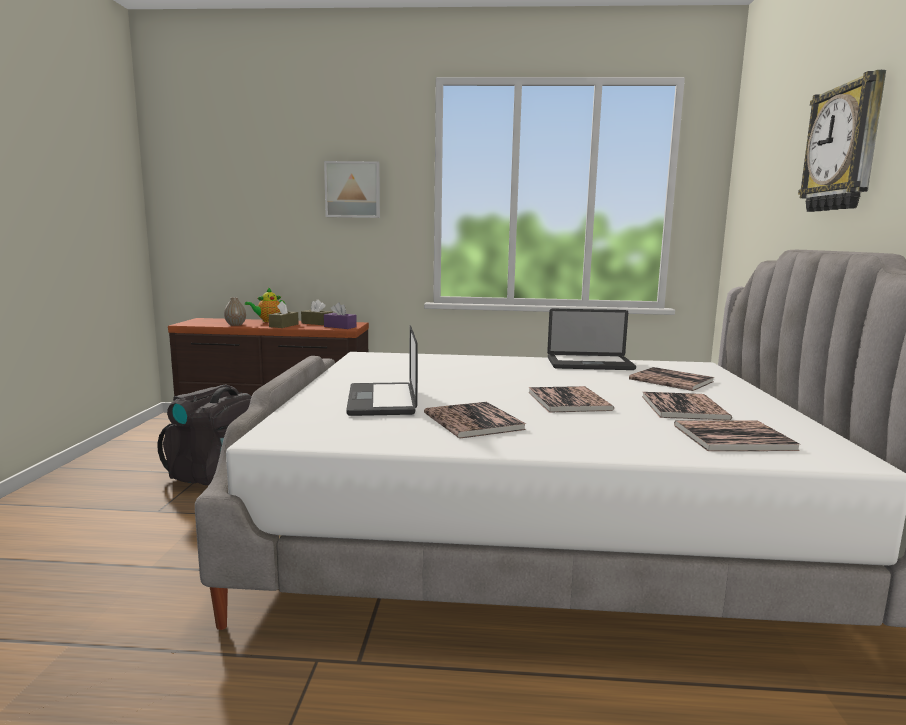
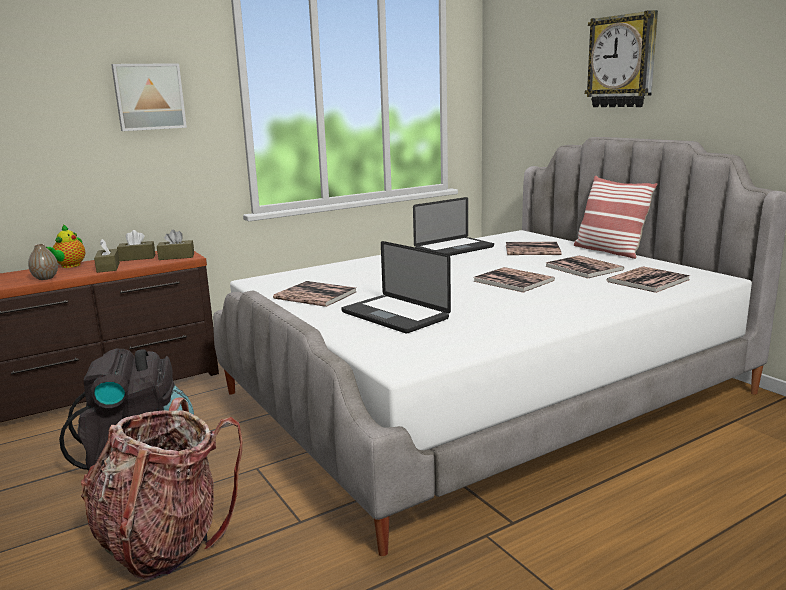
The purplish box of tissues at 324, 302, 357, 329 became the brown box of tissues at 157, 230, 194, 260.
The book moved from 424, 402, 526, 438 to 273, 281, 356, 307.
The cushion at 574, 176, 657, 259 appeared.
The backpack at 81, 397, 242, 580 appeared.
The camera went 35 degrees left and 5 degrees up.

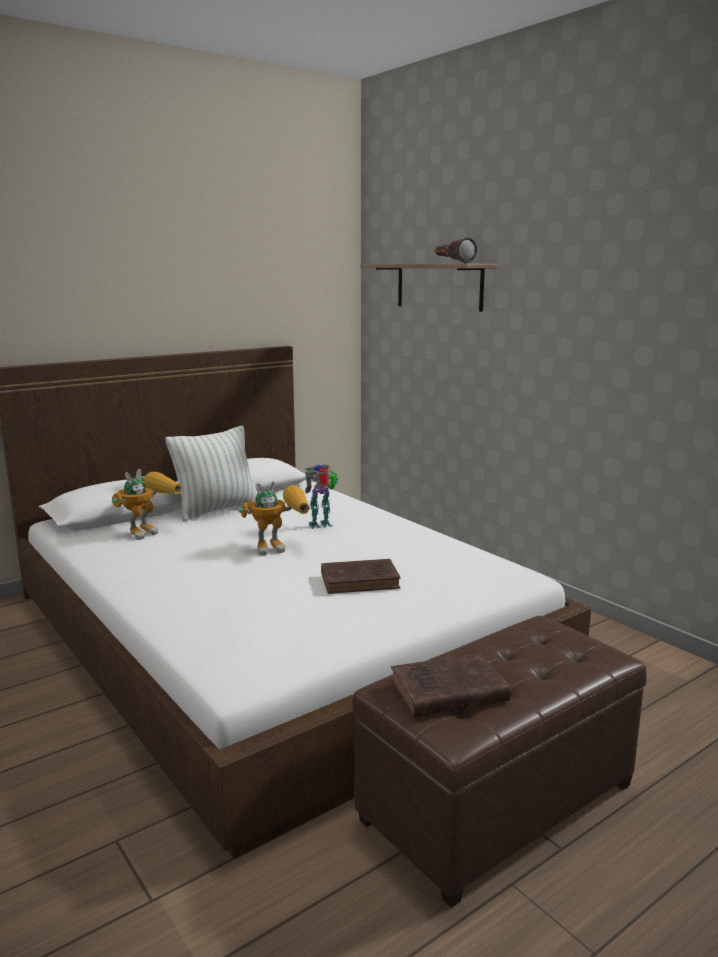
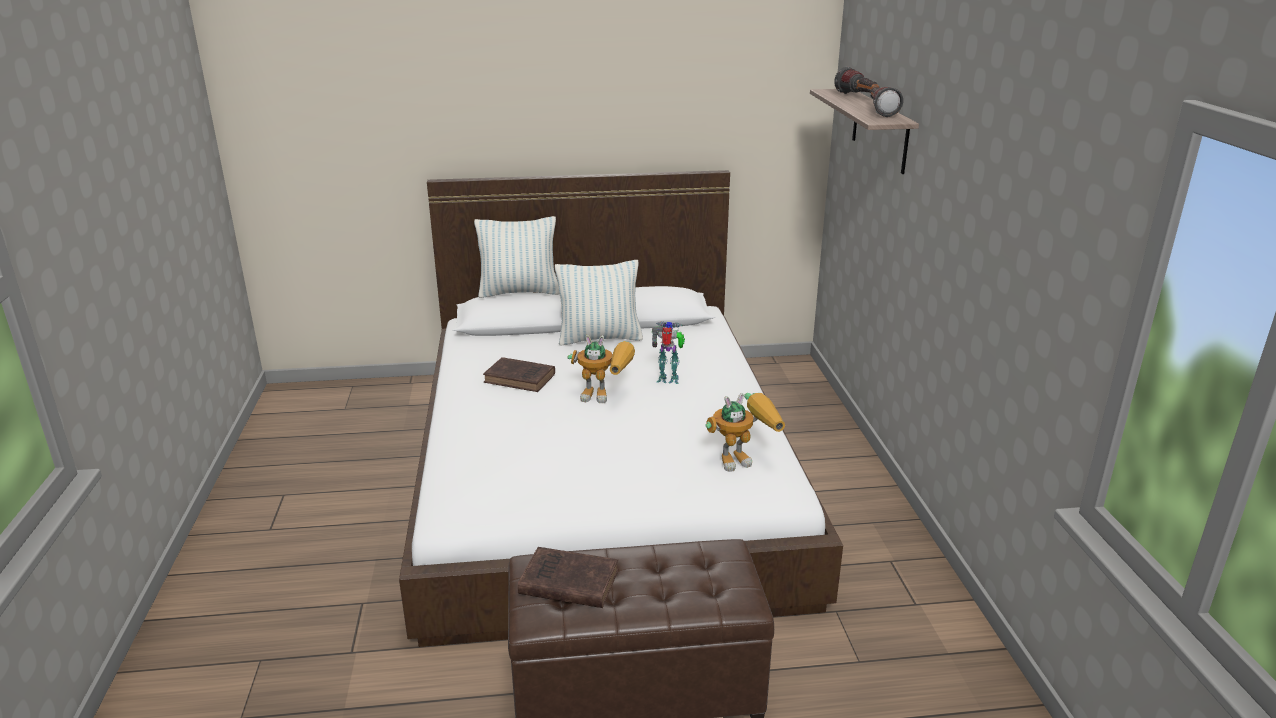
The model robot moved from 112, 469, 182, 540 to 705, 393, 785, 472.
The brown book moved from 321, 559, 400, 594 to 483, 357, 555, 392.
The flashlight at 834, 67, 879, 94 appeared.
The cushion at 474, 216, 559, 298 appeared.
The camera went 30 degrees right and 10 degrees up.

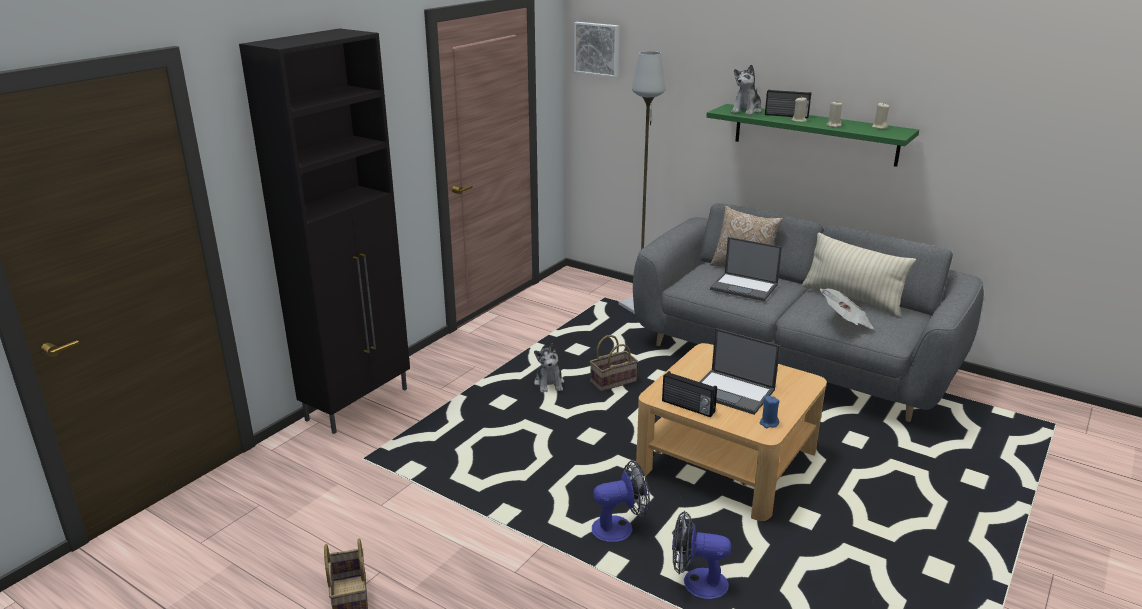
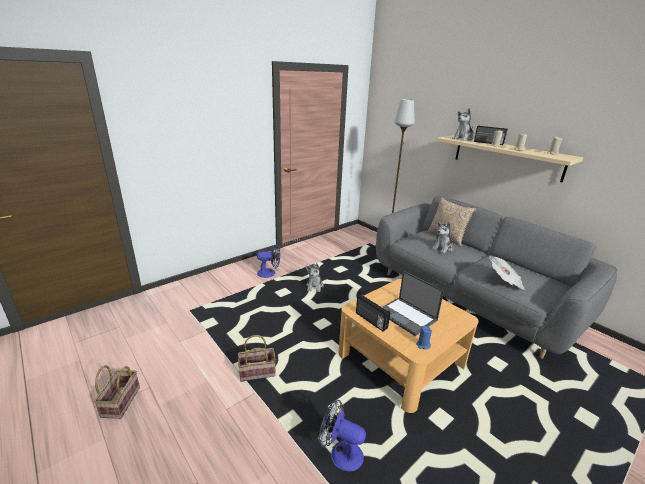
The picture at 574, 22, 619, 78 disappeared.
The blackish cabinet at 239, 28, 410, 434 disappeared.
The green shelf at 706, 104, 919, 167 became the sand-coloured shelf at 436, 136, 583, 182.
The sand-coloured cushion at 802, 232, 916, 317 disappeared.
The portable computer at 710, 237, 782, 301 was replaced by the soft toy at 432, 222, 453, 253.
The household basket moved from 590, 335, 638, 391 to 238, 335, 276, 382.
The cooling fan moved from 592, 460, 650, 542 to 257, 244, 280, 278.
The camera went 15 degrees right and 0 degrees up.

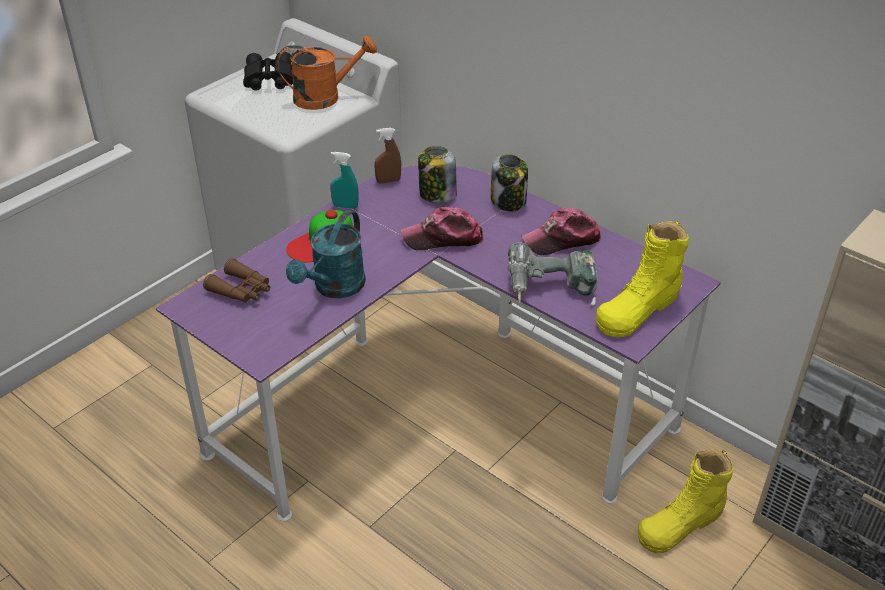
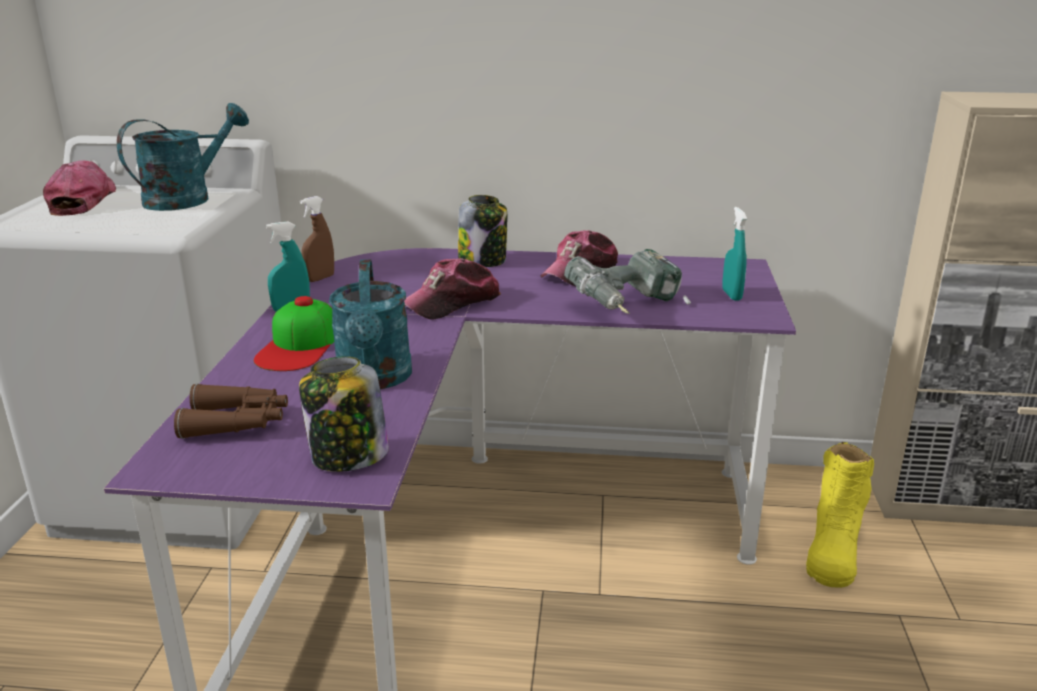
The orangey sprinkling can at 277, 36, 377, 110 became the turquoise sprinkling can at 117, 103, 249, 211.
The blackish field glasses at 243, 52, 293, 91 was replaced by the cap at 43, 160, 116, 216.
The storage jar moved from 418, 146, 457, 203 to 299, 356, 389, 472.
The yellow-coloured high-top boot at 596, 221, 689, 337 was replaced by the turquoise sprayer at 722, 207, 747, 301.
The camera went 35 degrees left and 15 degrees down.

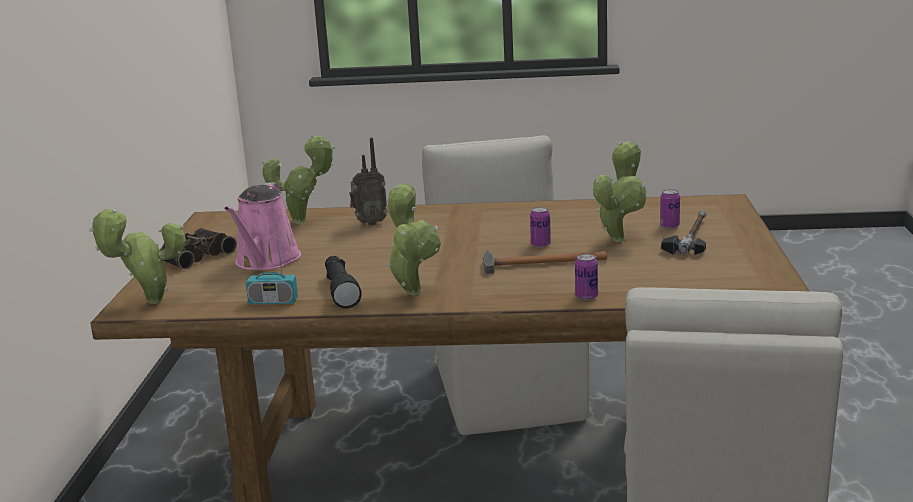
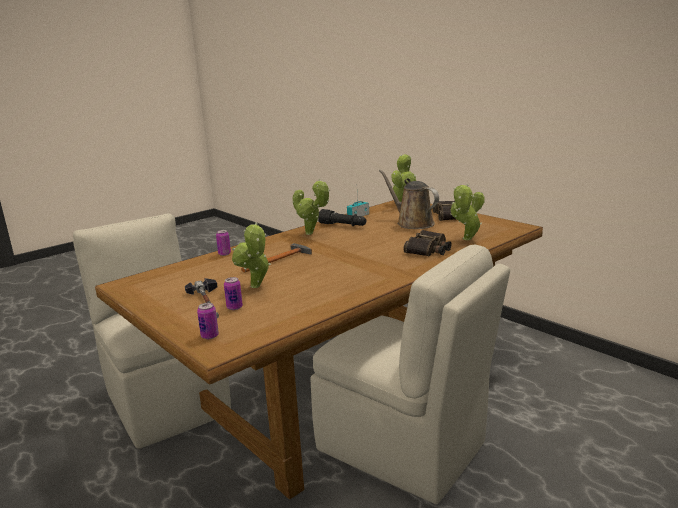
The radio at 349, 137, 388, 225 was replaced by the field glasses at 403, 230, 451, 257.
The pink-coloured sprinkling can at 224, 182, 301, 270 became the brown sprinkling can at 379, 169, 439, 229.
The metal can moved from 530, 207, 551, 248 to 197, 303, 219, 339.
The camera went 135 degrees right and 0 degrees up.

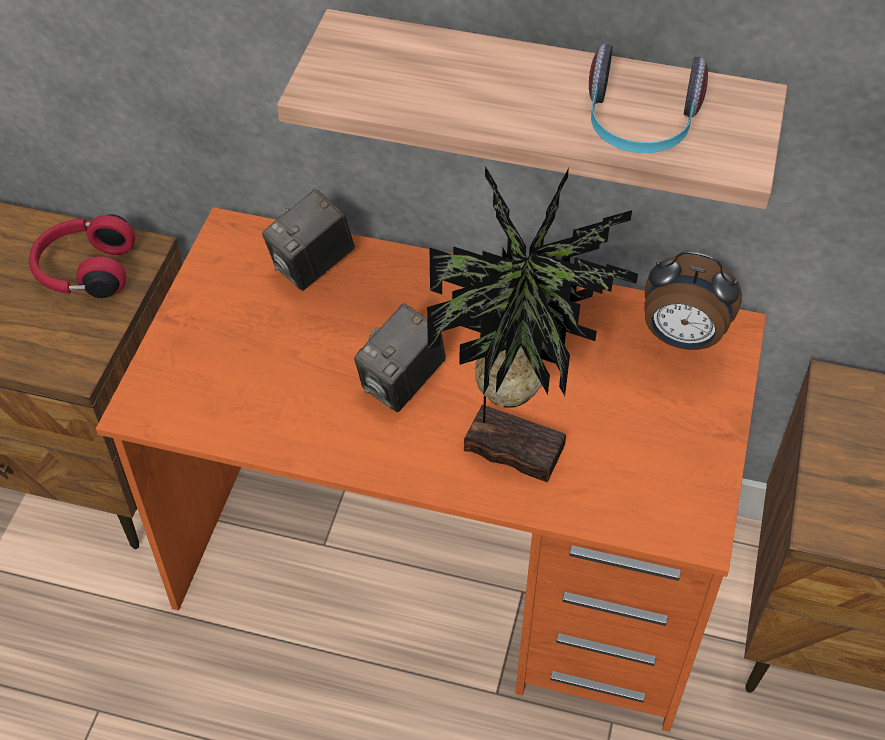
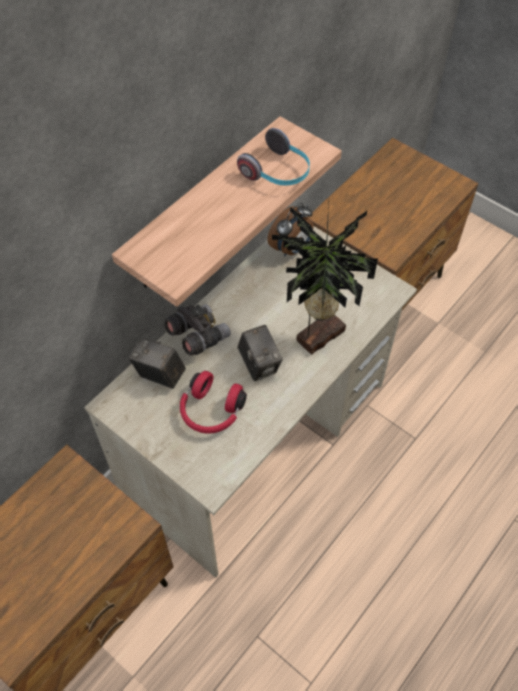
The still camera at 262, 189, 355, 291 turned 135 degrees clockwise.
The orangey desk at 96, 207, 766, 732 became the sand-coloured desk at 84, 226, 417, 578.
The red-coloured headset moved from 29, 214, 135, 298 to 180, 371, 247, 434.
The greyish field glasses at 164, 304, 231, 356 appeared.
The camera went 65 degrees left and 5 degrees up.

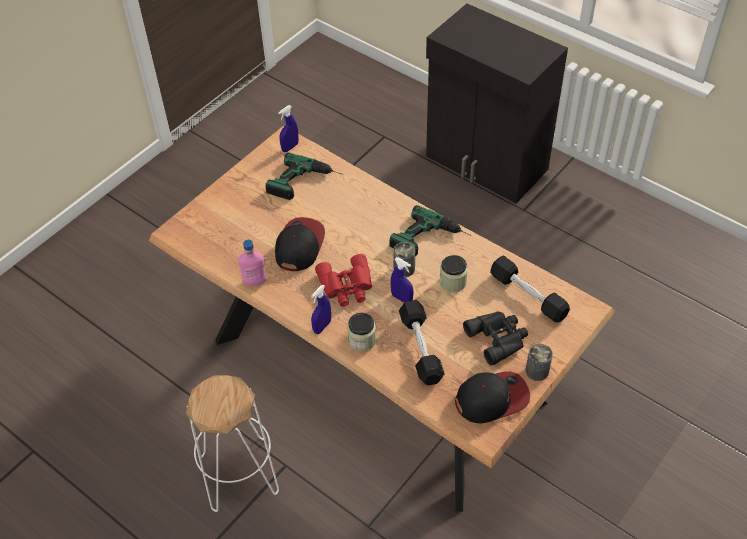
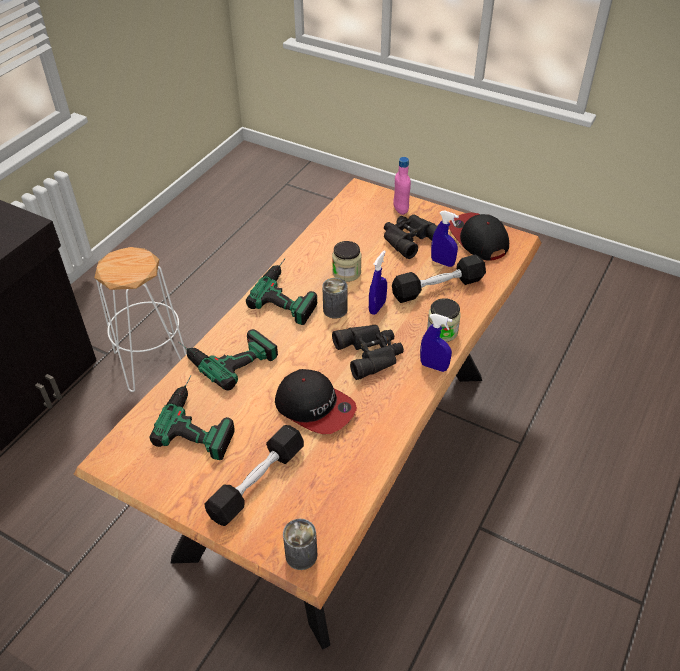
The bluish sprayer moved from 279, 105, 299, 152 to 431, 210, 459, 267.
The cap at 275, 217, 325, 271 turned 150 degrees counterclockwise.
The pink-coloured beverage bottle moved from 238, 239, 267, 286 to 393, 157, 411, 215.
The red-coloured field glasses at 315, 254, 372, 307 became the blackish field glasses at 332, 325, 404, 380.
The blackish dumbbell moved from 490, 255, 570, 322 to 204, 425, 304, 526.
The metal can moved from 525, 344, 553, 381 to 283, 519, 317, 570.
The white stool moved from 186, 375, 279, 512 to 94, 247, 186, 392.
The drill at 178, 329, 278, 391 appeared.
The camera went 100 degrees left and 5 degrees down.

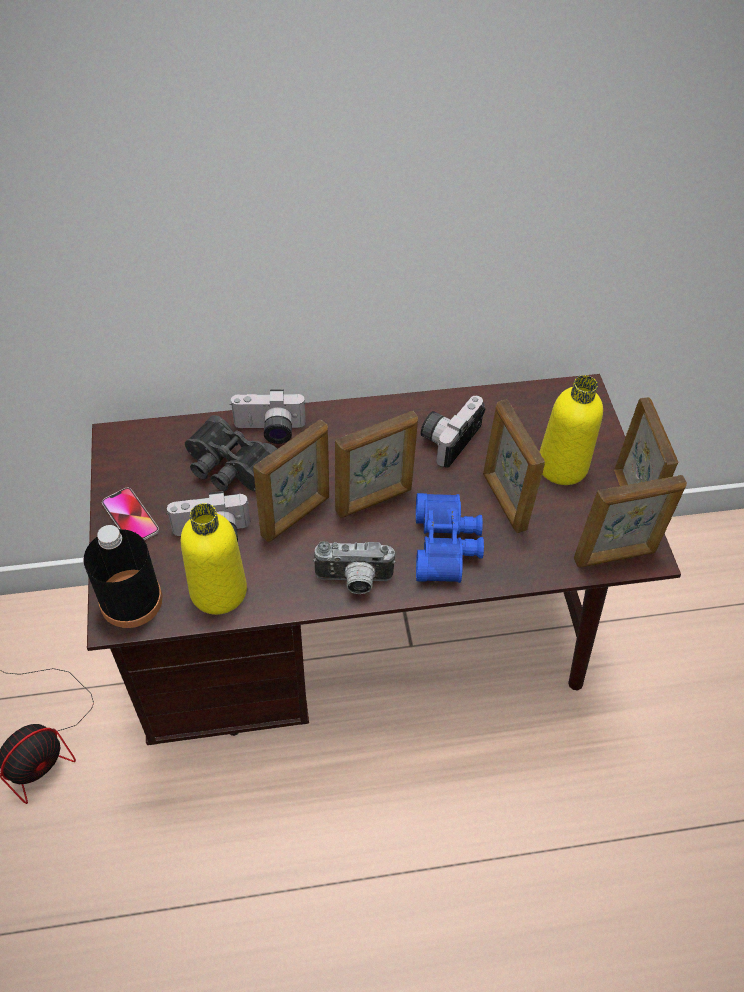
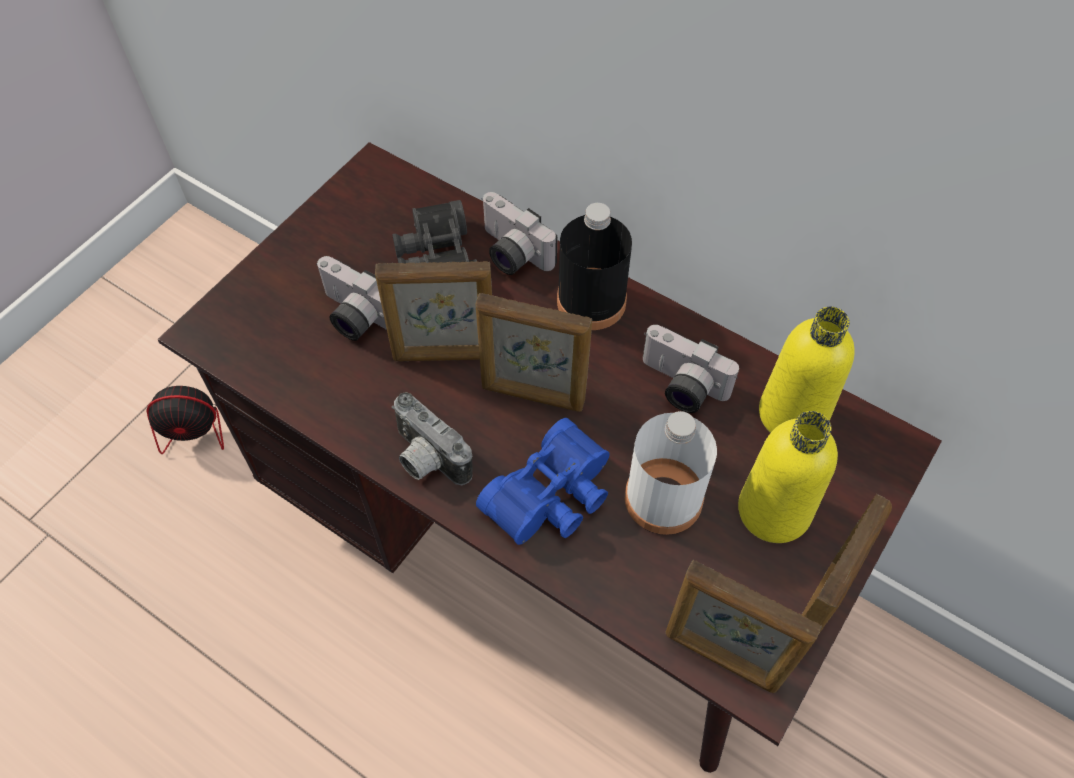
The still camera at 420, 396, 485, 468 turned 135 degrees counterclockwise.
The standing frame at 483, 399, 545, 533 was replaced by the white beverage bottle at 625, 411, 717, 535.
The telephone at 102, 488, 159, 541 disappeared.
The yellow-coloured beverage bottle moved from 181, 503, 247, 615 to 759, 307, 855, 433.
The blackish beverage bottle moved from 83, 525, 163, 628 to 557, 203, 632, 330.
The camera went 45 degrees right and 5 degrees up.

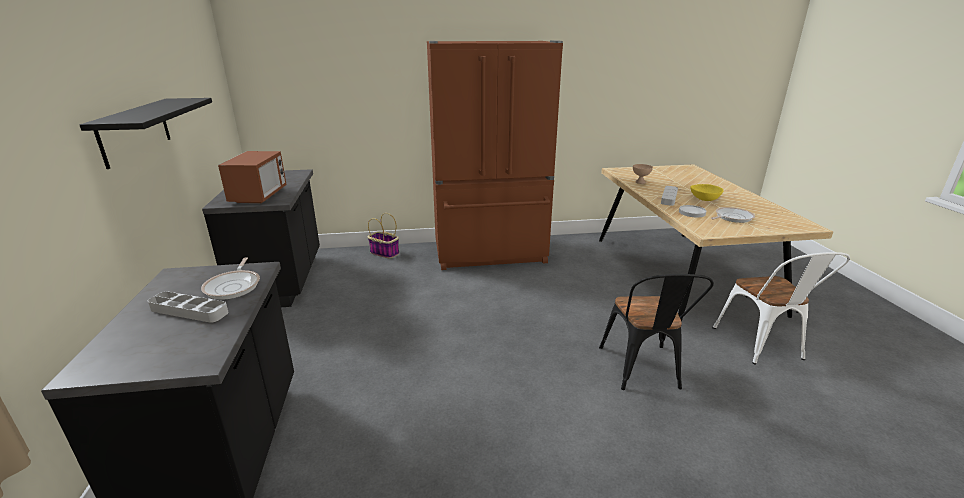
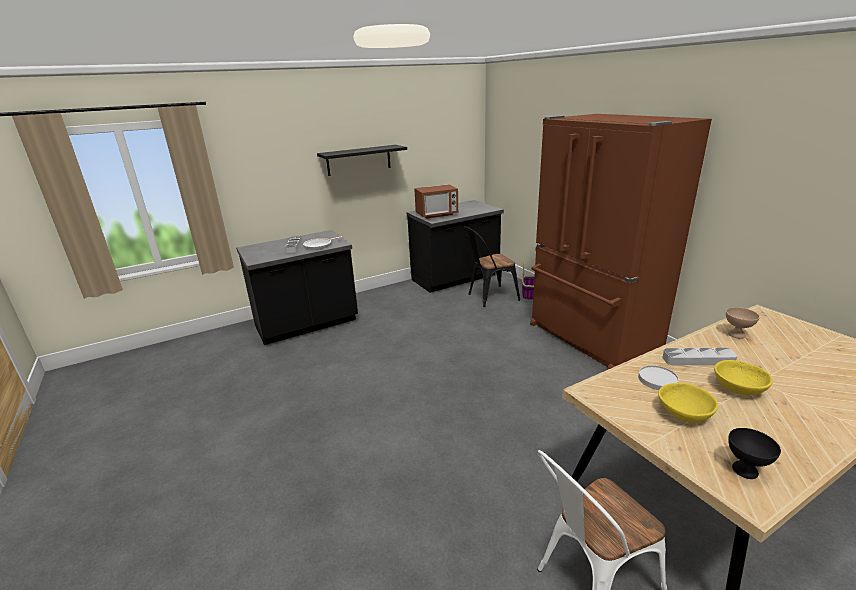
The skillet at 711, 207, 755, 223 was replaced by the yellow-coloured deep dish at 658, 383, 718, 423.
The blackish upright chair moved from 599, 274, 714, 390 to 464, 226, 520, 307.
The blackish deep dish at 728, 428, 781, 479 appeared.
The camera went 70 degrees right and 0 degrees up.

